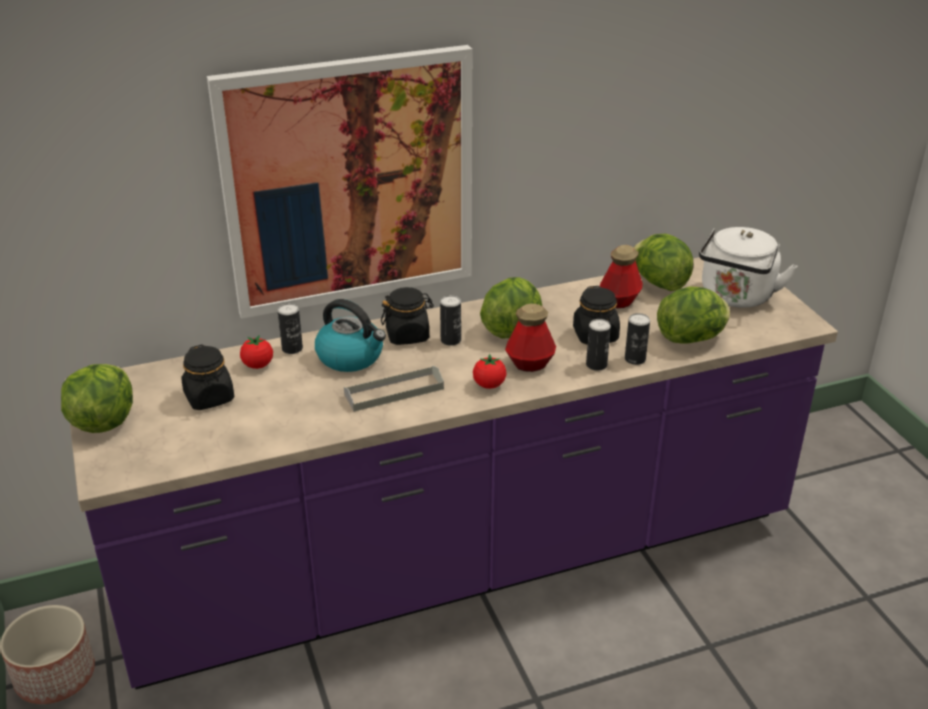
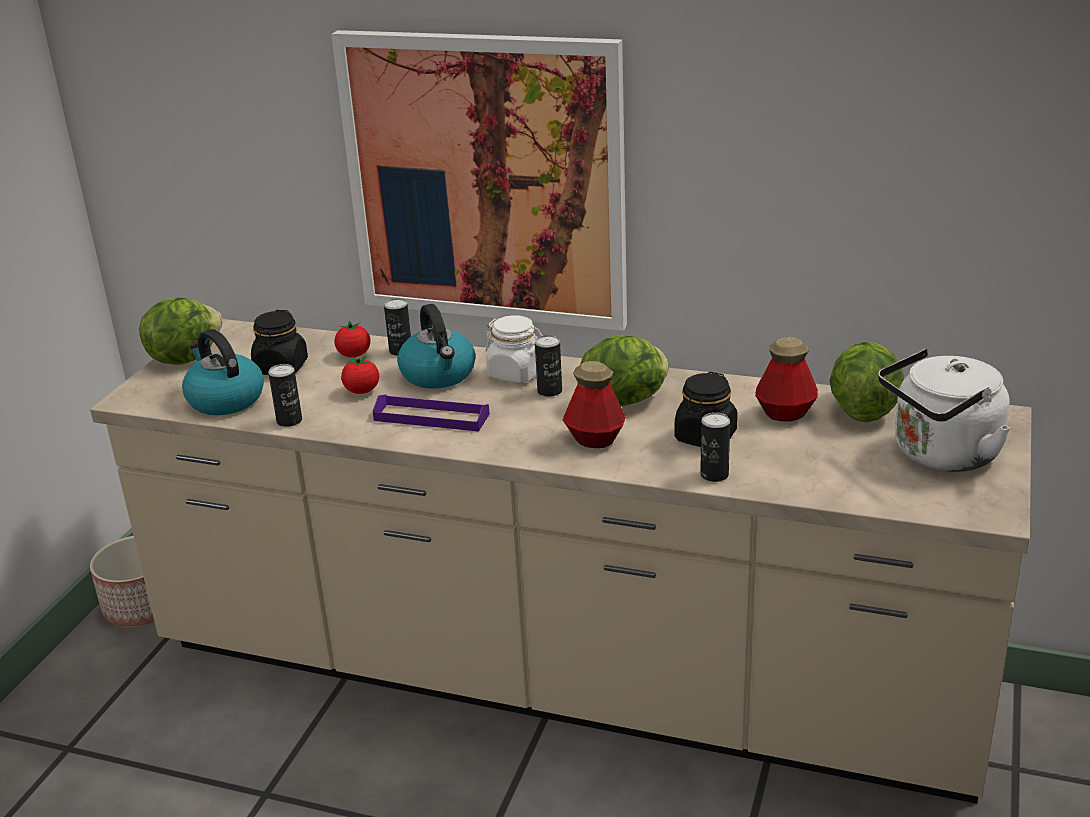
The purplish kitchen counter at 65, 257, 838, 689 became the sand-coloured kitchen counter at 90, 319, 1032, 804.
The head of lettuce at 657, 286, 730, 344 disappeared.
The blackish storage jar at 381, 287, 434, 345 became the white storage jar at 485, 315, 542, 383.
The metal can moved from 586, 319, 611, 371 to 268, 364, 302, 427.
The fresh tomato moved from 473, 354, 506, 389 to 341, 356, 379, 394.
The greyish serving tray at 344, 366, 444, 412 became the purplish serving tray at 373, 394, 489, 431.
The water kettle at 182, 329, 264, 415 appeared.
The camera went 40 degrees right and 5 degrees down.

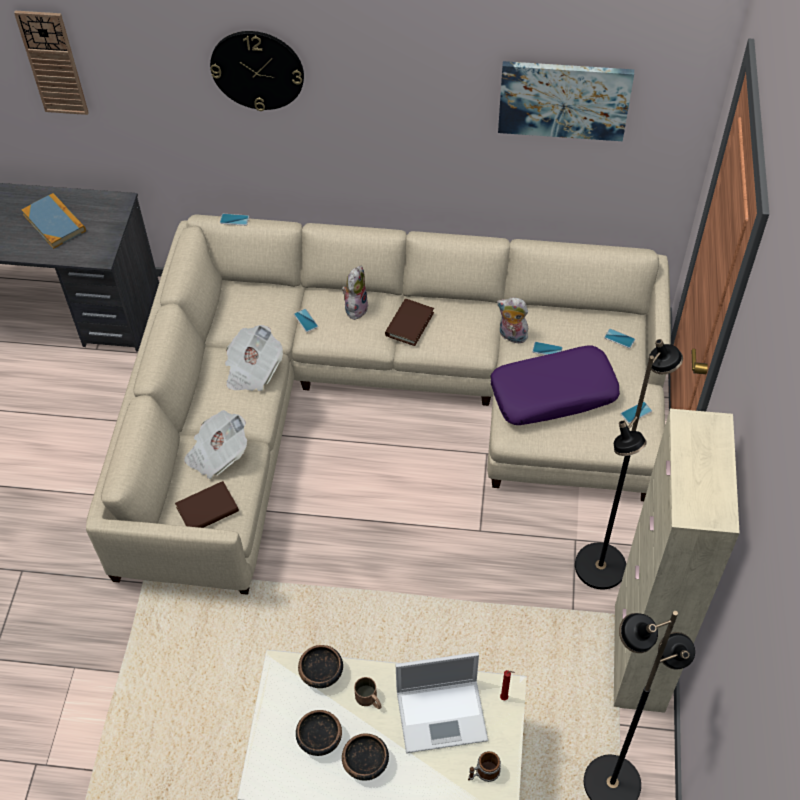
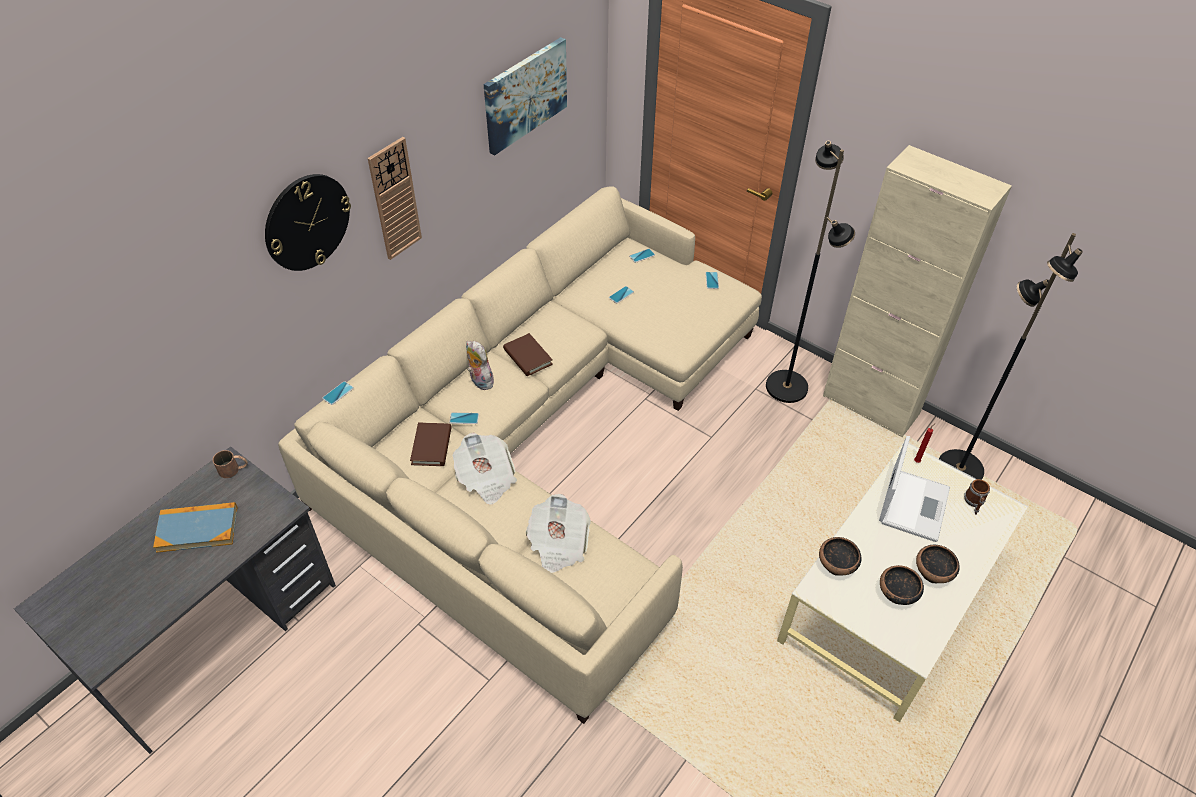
The wall clock moved from 14, 11, 89, 115 to 368, 137, 422, 260.
The soft toy at 497, 297, 528, 343 disappeared.
The purplish cushion at 490, 345, 620, 425 disappeared.
The brown book moved from 175, 481, 239, 528 to 410, 423, 451, 466.
The brown mug moved from 354, 677, 382, 709 to 213, 450, 248, 478.
The camera went 60 degrees left and 5 degrees down.

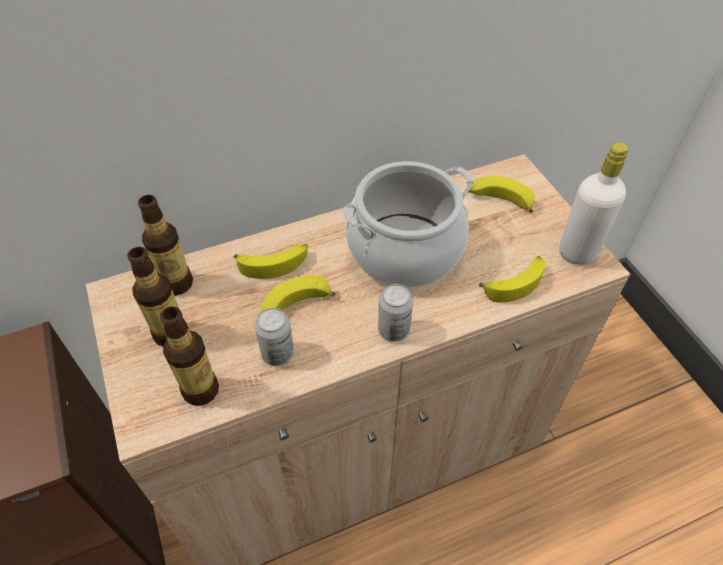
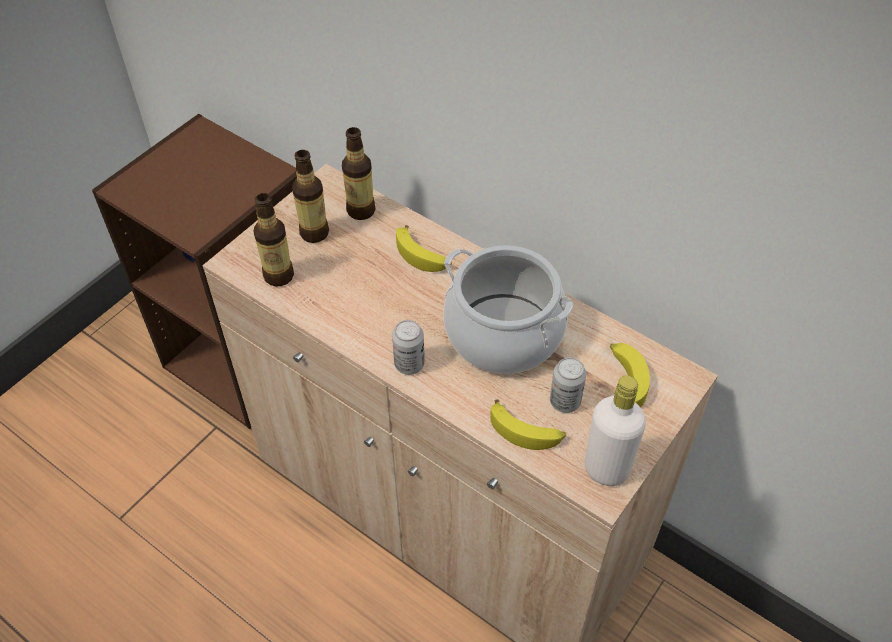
The banana fruit at 260, 275, 335, 312 disappeared.
The metal can moved from 255, 308, 294, 366 to 550, 357, 586, 413.
The camera went 60 degrees right and 0 degrees up.

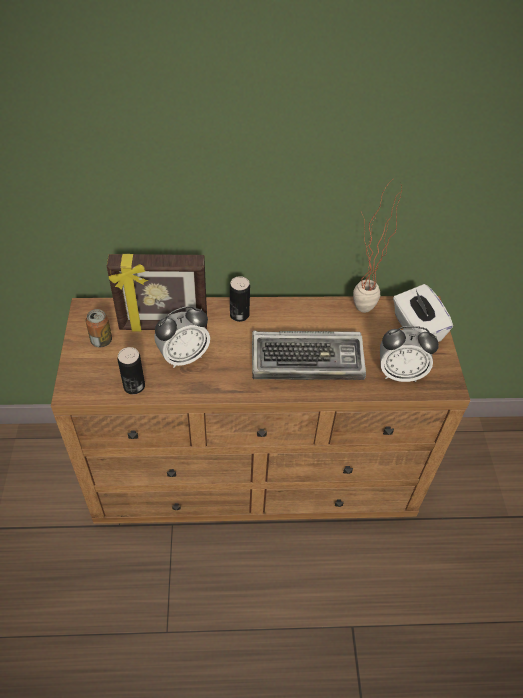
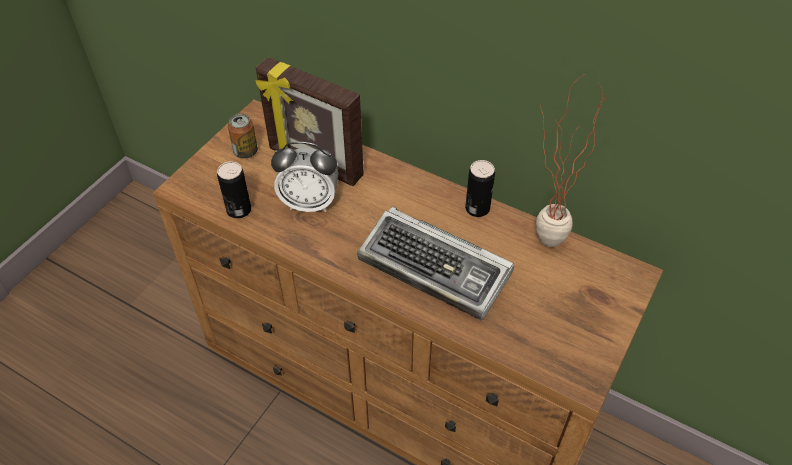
The metal can moved from 230, 276, 250, 322 to 465, 160, 495, 217.
The white box of tissues at 393, 284, 453, 342 disappeared.
The bedside clock at 380, 326, 439, 382 disappeared.
The camera went 35 degrees right and 0 degrees up.

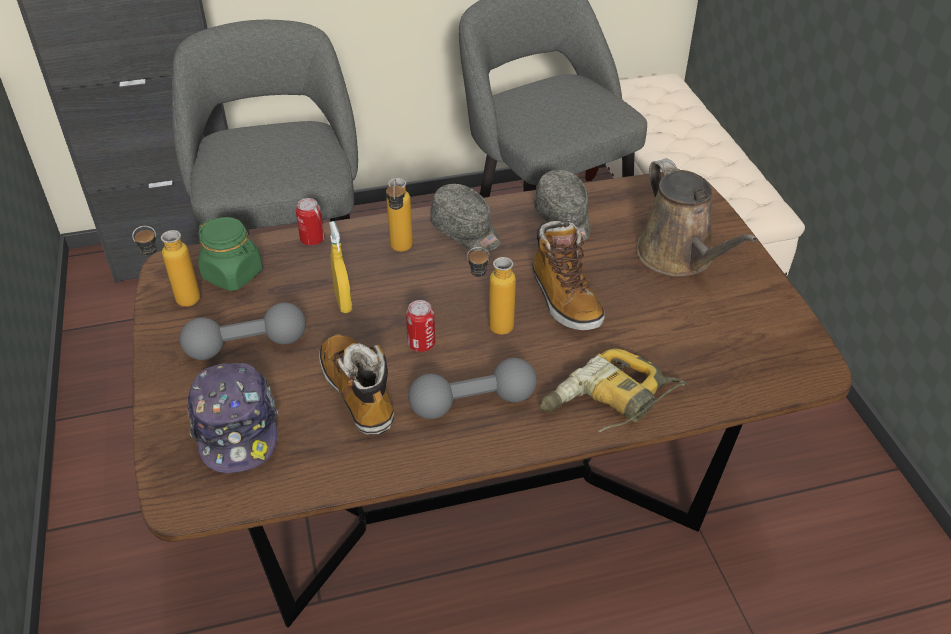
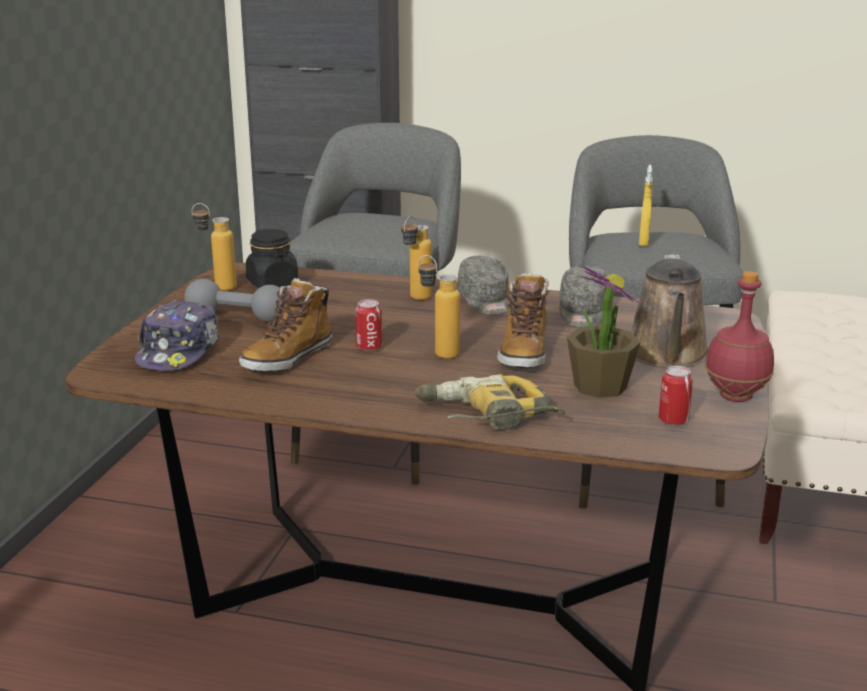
The metal can moved from 296, 198, 324, 245 to 659, 366, 693, 425.
The green storage jar at 198, 217, 263, 291 became the blackish storage jar at 246, 229, 298, 288.
The yellow-coloured sprayer moved from 329, 221, 352, 313 to 639, 165, 653, 246.
The high-top boot at 319, 334, 394, 436 turned 150 degrees counterclockwise.
The greyish dumbbell at 408, 358, 537, 419 disappeared.
The potted plant at 567, 264, 641, 398 appeared.
The red-coloured beverage bottle at 705, 271, 774, 402 appeared.
The camera went 30 degrees right and 20 degrees down.

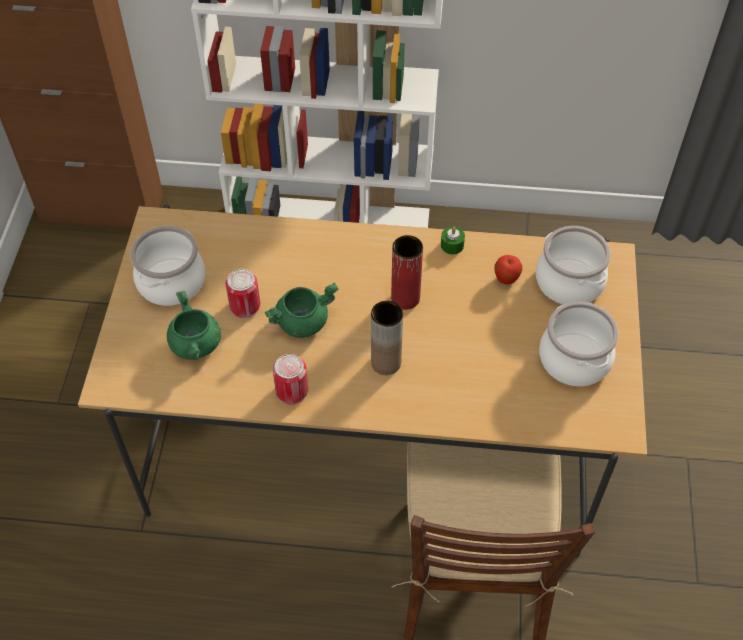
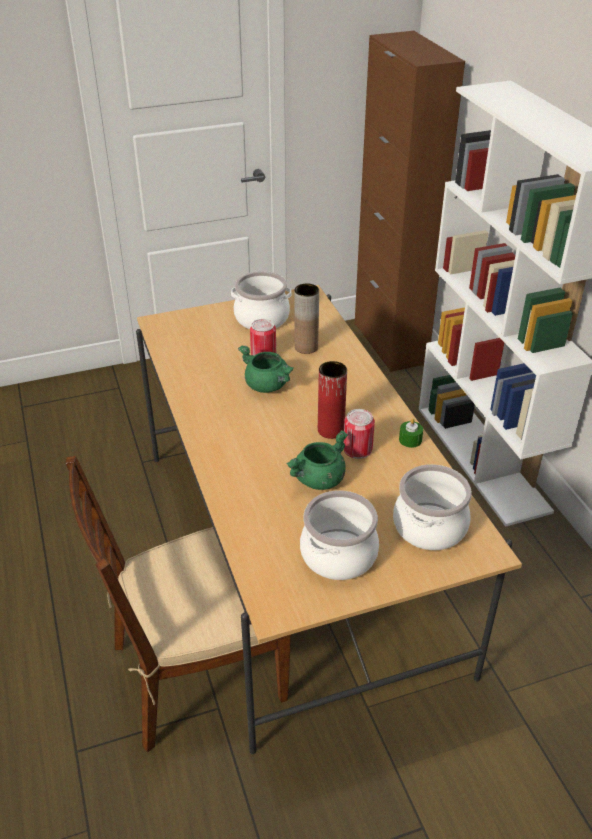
The whole apple at 494, 255, 522, 284 disappeared.
The green stockpot moved from 167, 291, 221, 360 to 287, 430, 348, 490.
The brown decorative vase moved from 371, 301, 403, 375 to 294, 284, 319, 354.
The metal can moved from 273, 354, 308, 405 to 344, 409, 375, 459.
The camera went 65 degrees right and 15 degrees down.

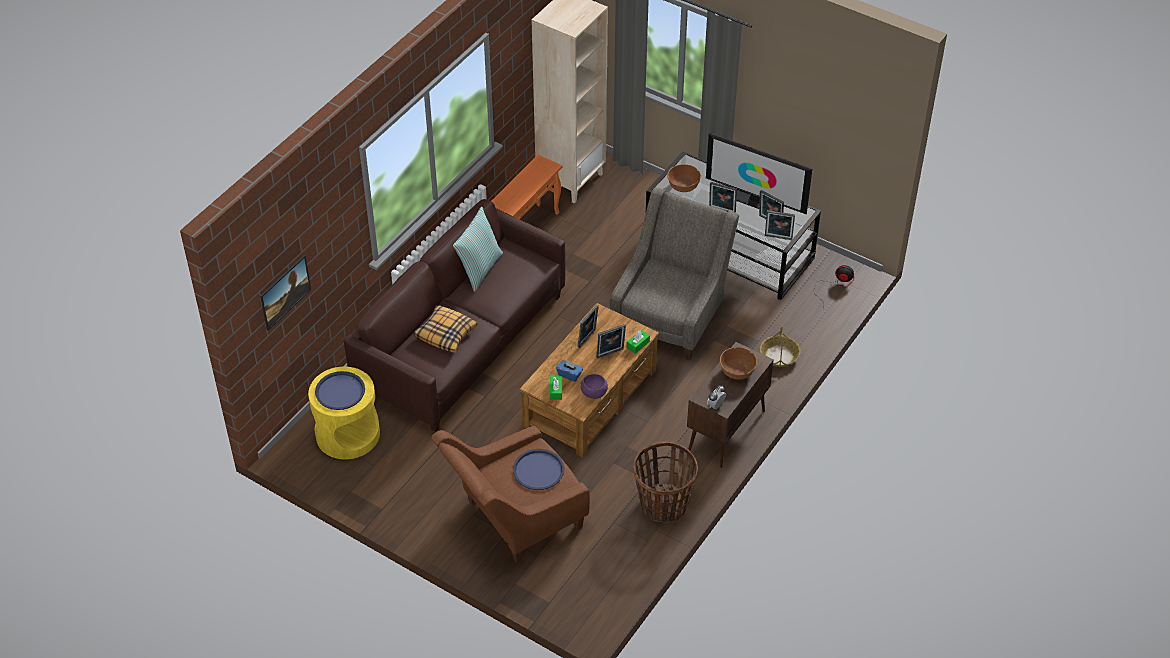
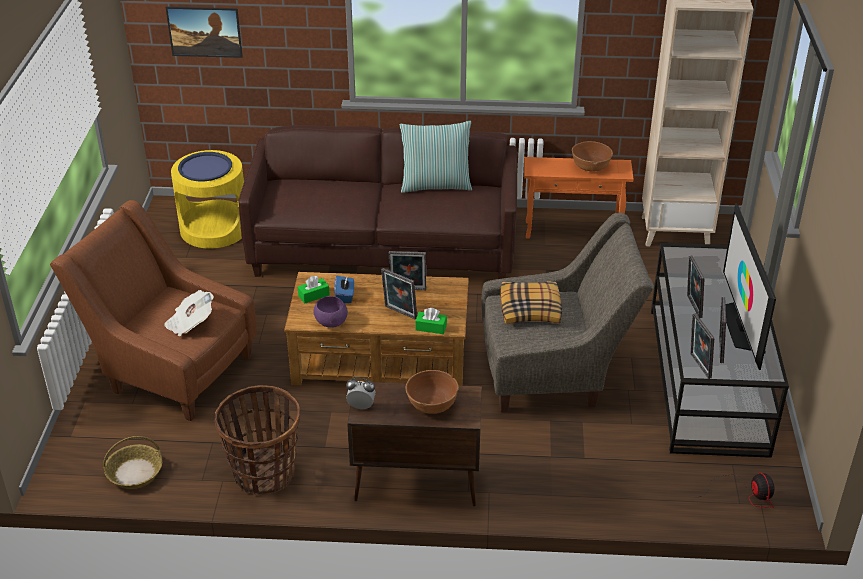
The brown deep dish moved from 667, 164, 701, 192 to 572, 141, 613, 172.
The cushion moved from 414, 305, 477, 353 to 500, 280, 562, 324.
The household basket moved from 760, 326, 801, 367 to 103, 436, 162, 489.
The bluish serving tray at 513, 449, 564, 490 was replaced by the newspaper at 164, 290, 214, 336.
The camera went 60 degrees right and 10 degrees down.

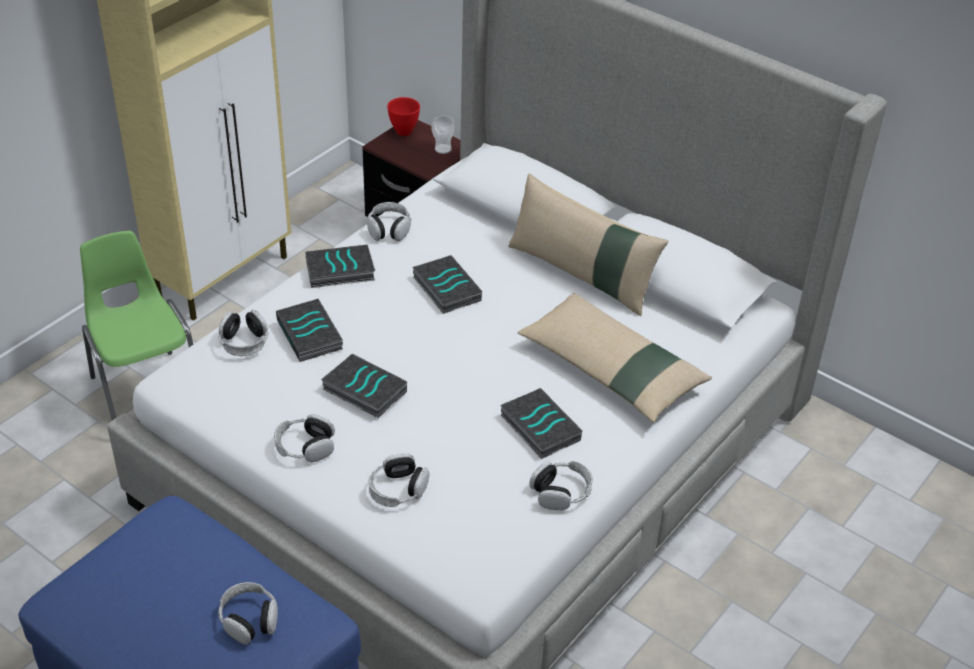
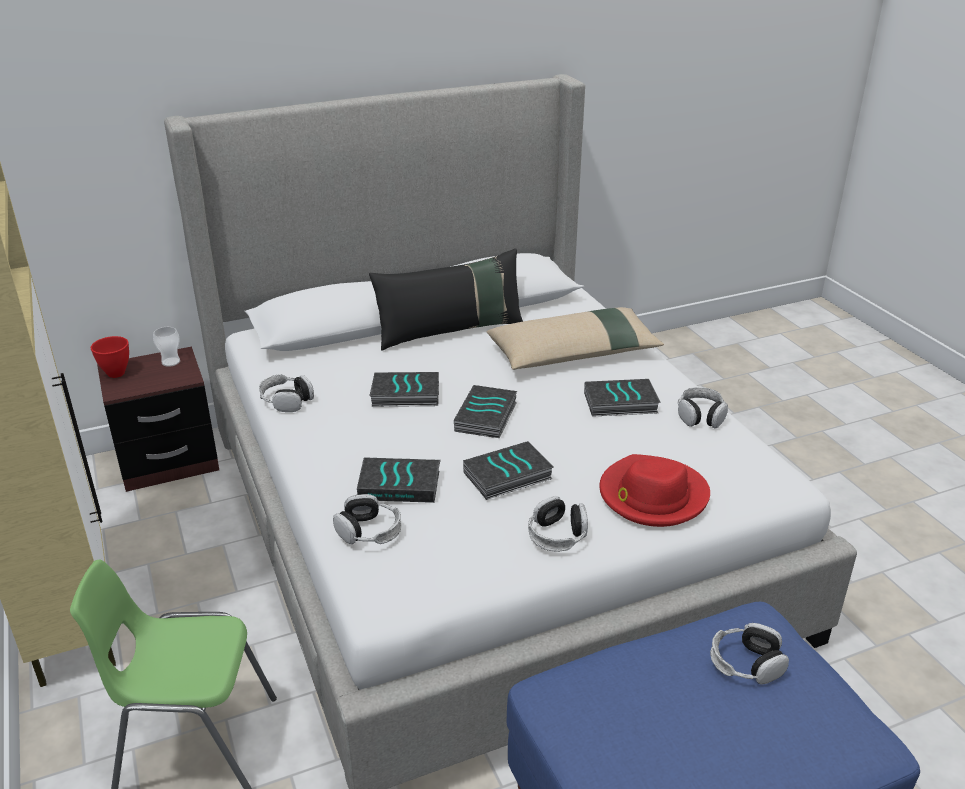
The sand-coloured cushion at 508, 174, 668, 316 became the blackish cushion at 369, 248, 523, 351.
The book moved from 305, 245, 375, 288 to 454, 385, 517, 438.
The headset at 369, 453, 429, 507 was replaced by the red-coloured hat at 600, 454, 710, 527.
The camera went 60 degrees left and 10 degrees down.

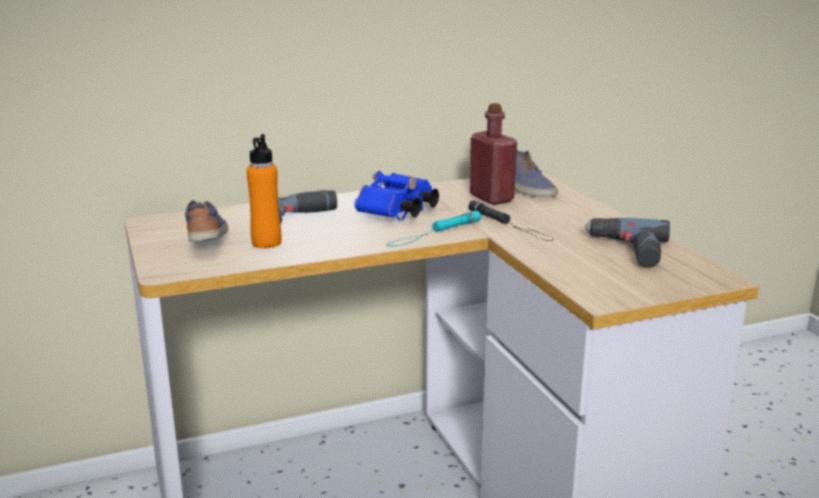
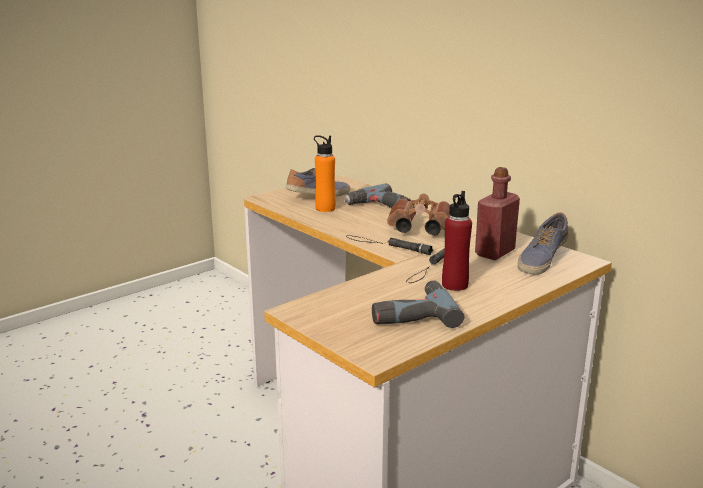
The bluish field glasses at 354, 171, 439, 220 became the brown field glasses at 387, 194, 450, 236.
The turquoise flashlight at 386, 211, 481, 246 became the blackish flashlight at 346, 235, 433, 255.
The red-coloured beverage bottle at 442, 191, 472, 291 appeared.
The camera went 70 degrees right and 0 degrees up.

